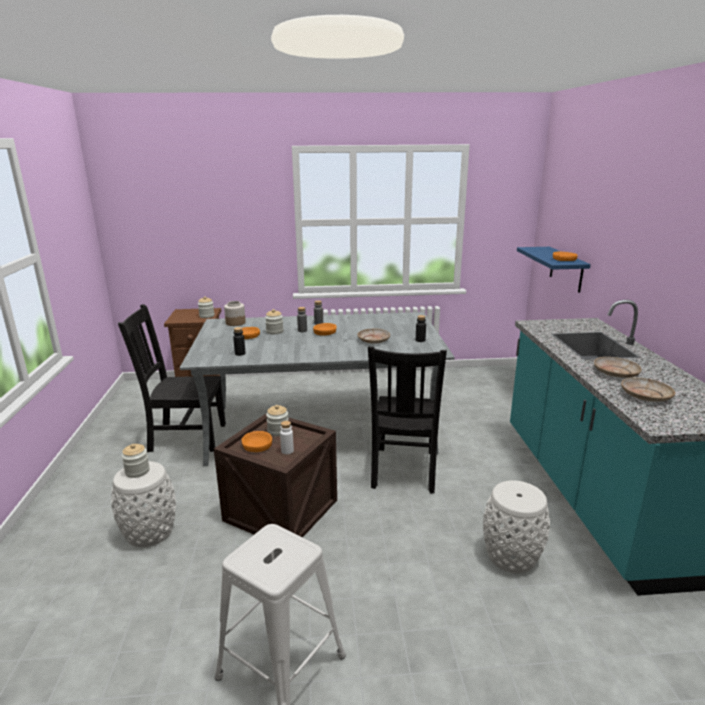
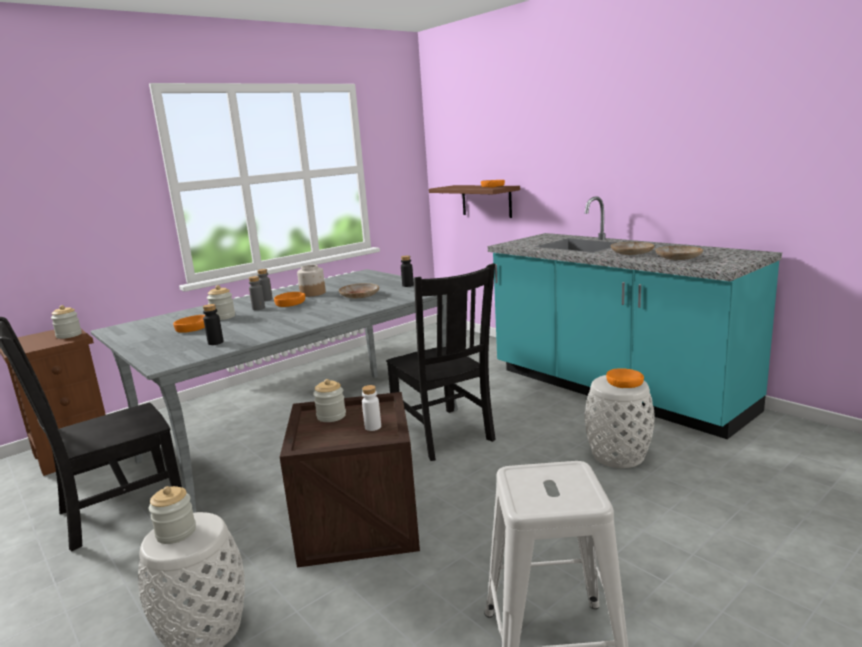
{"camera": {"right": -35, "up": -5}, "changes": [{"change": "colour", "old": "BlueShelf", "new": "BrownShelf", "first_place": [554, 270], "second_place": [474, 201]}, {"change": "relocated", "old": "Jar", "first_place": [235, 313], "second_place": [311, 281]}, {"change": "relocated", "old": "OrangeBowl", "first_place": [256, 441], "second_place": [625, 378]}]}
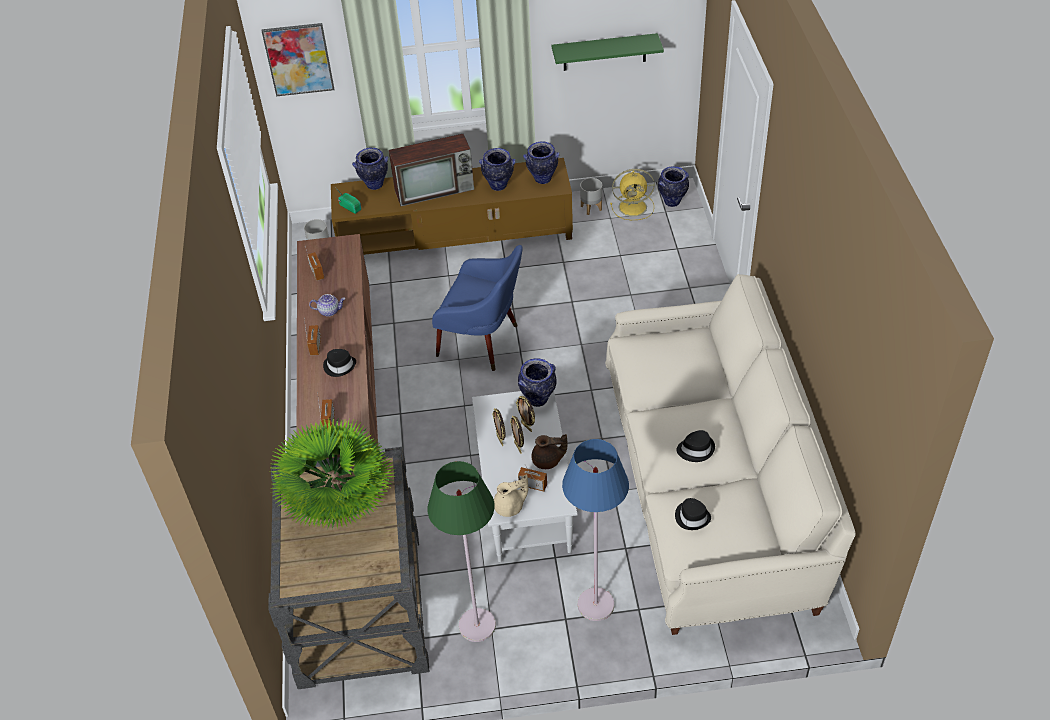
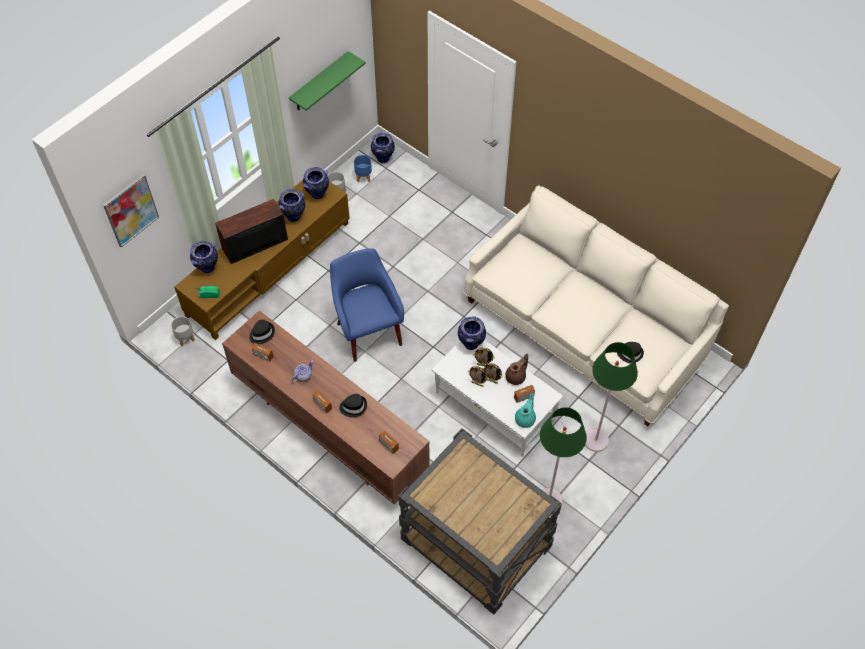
{"camera": {"right": -45, "up": 10}, "changes": [{"change": "spun", "old": "Television", "first_place": [431, 170], "second_place": [251, 231], "degrees": -150}, {"change": "exchanged", "old": "YellowFan", "new": "BluePlanter", "first_place": [632, 194], "second_place": [363, 168]}, {"change": "spun", "old": "BlueArmchair", "first_place": [477, 308], "second_place": [367, 305], "degrees": -90}, {"change": "missing", "old": "PottedPlant", "first_place": [332, 473]}, {"change": "relocated", "old": "BlackHat", "first_place": [695, 446], "second_place": [262, 331]}, {"change": "colour", "old": "BlueFloorLamp", "new": "GreenFloorLamp", "first_place": [595, 530], "second_place": [611, 397]}, {"change": "colour", "old": "BeigeTeapot", "new": "TurquoiseTeapot", "first_place": [511, 496], "second_place": [525, 410]}]}
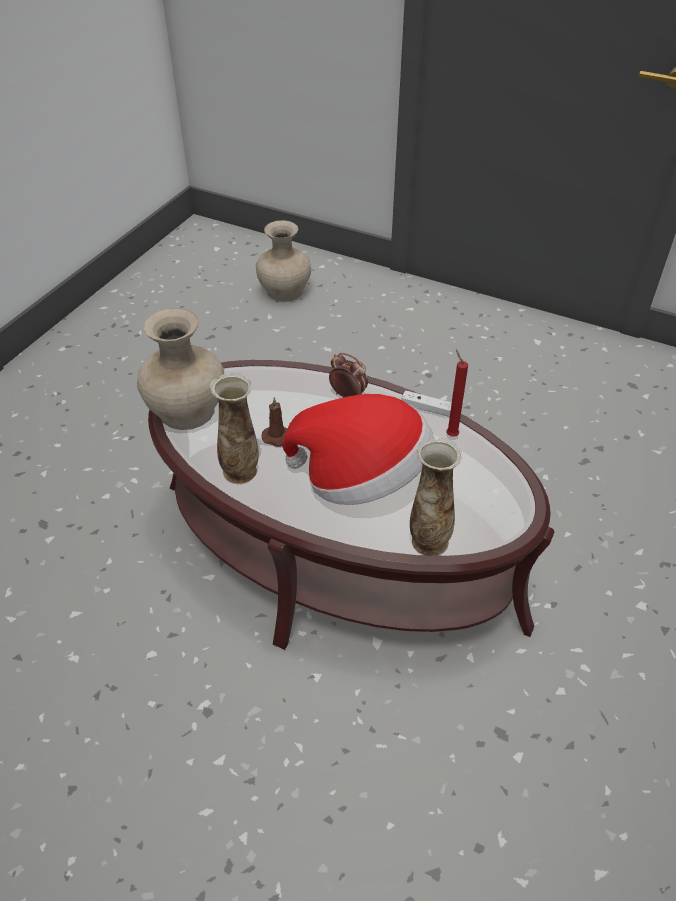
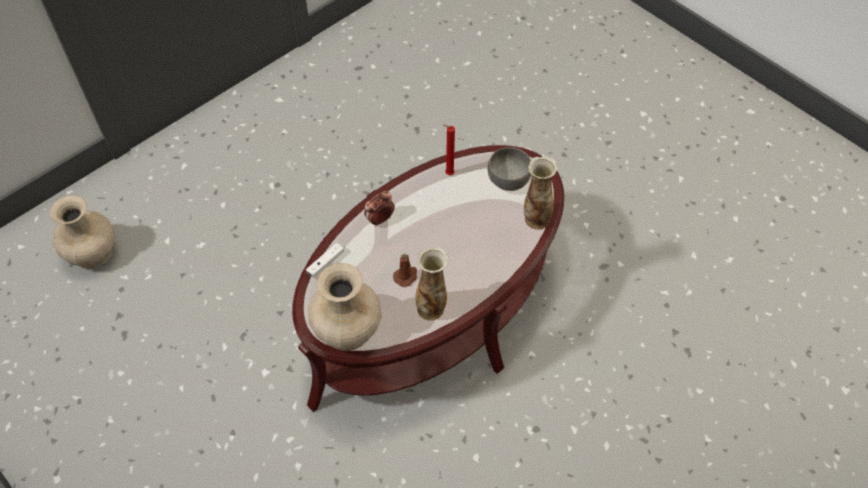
{"camera": {"right": -70, "up": 10}, "changes": [{"change": "relocated", "old": "WhiteGameController", "first_place": [426, 404], "second_place": [325, 260]}, {"change": "missing", "old": "Hat", "first_place": [358, 449]}, {"change": "appeared", "new": "GreyBowl", "second_place": [510, 169]}]}
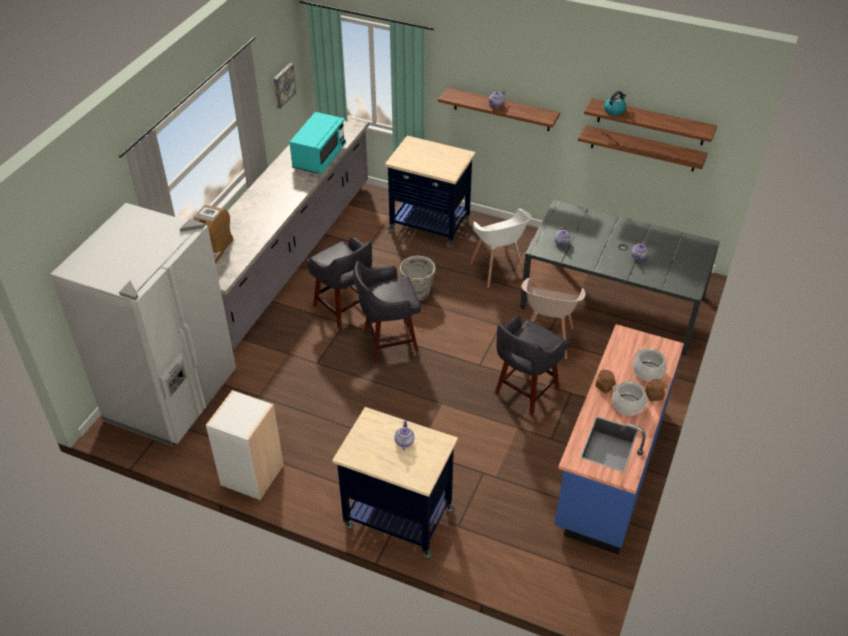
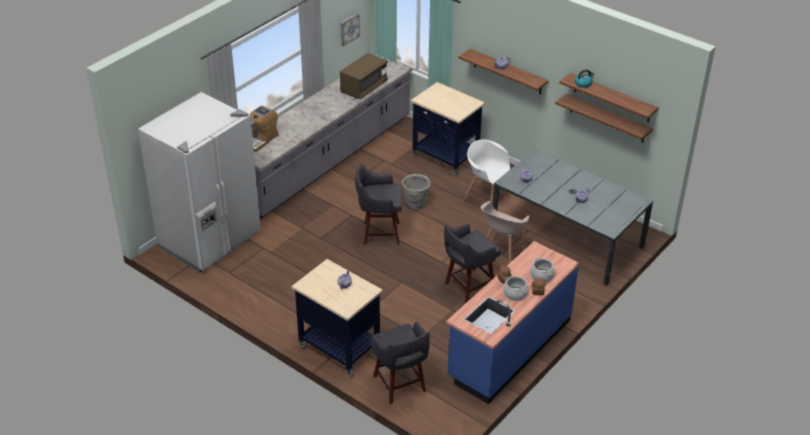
{"camera": {"right": 15, "up": -5}, "changes": [{"change": "colour", "old": "TurquoiseMicrowave", "new": "BrownMicrowave", "first_place": [318, 143], "second_place": [364, 76]}, {"change": "spun", "old": "WhiteChair", "first_place": [500, 248], "second_place": [486, 171], "degrees": 135}, {"change": "relocated", "old": "GreyStool", "first_place": [339, 282], "second_place": [400, 363]}, {"change": "missing", "old": "Bookcase", "first_place": [245, 445]}]}
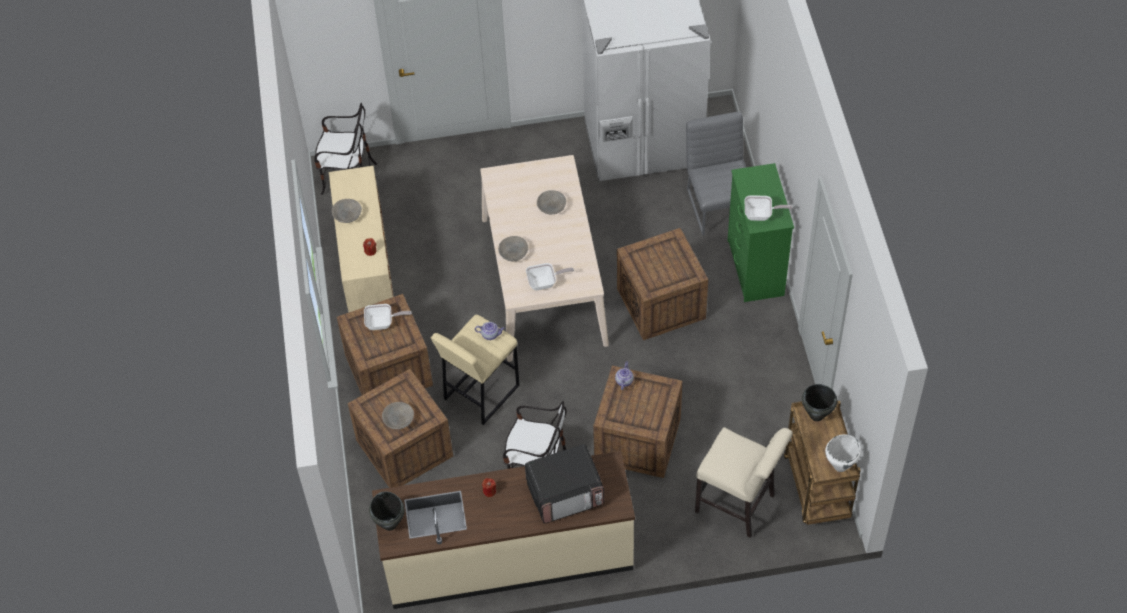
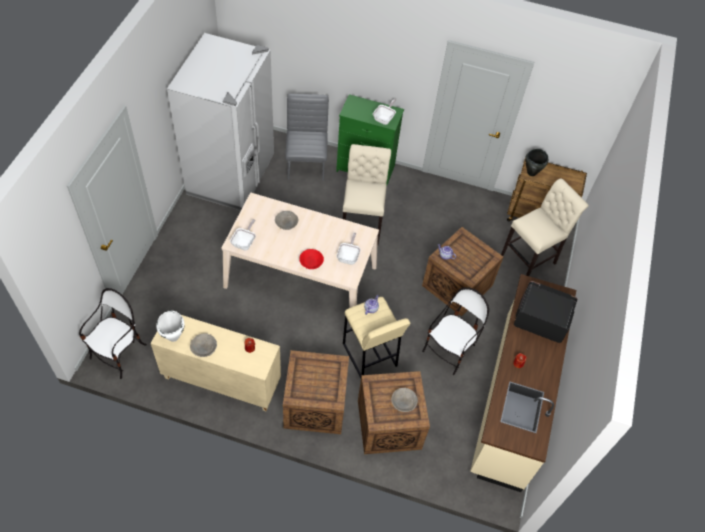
{"camera": {"right": -70, "up": 0}, "changes": [{"change": "spun", "old": "GreyChair", "first_place": [716, 174], "second_place": [307, 137], "degrees": 75}, {"change": "exchanged", "old": "Crate", "new": "BeigeStool", "first_place": [662, 284], "second_place": [367, 194]}, {"change": "colour", "old": "GreyBowl", "new": "RedBowl", "first_place": [513, 248], "second_place": [311, 259]}, {"change": "relocated", "old": "FryingPan", "first_place": [388, 317], "second_place": [243, 235]}, {"change": "relocated", "old": "WhiteCookingPot", "first_place": [843, 453], "second_place": [170, 326]}, {"change": "spun", "old": "Microwave", "first_place": [564, 483], "second_place": [546, 312], "degrees": -75}, {"change": "missing", "old": "BlackCookingPot", "first_place": [387, 511]}]}
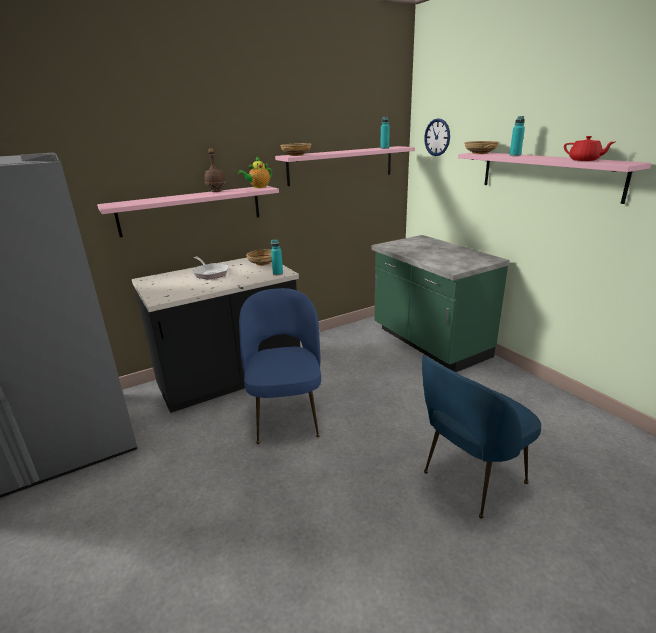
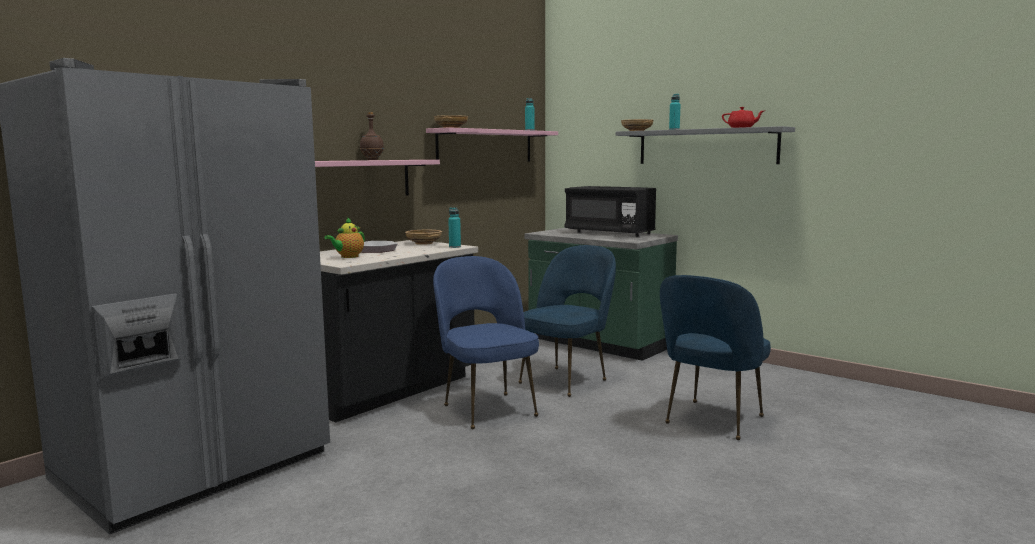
{"camera": {"right": -20, "up": -15}, "changes": [{"change": "missing", "old": "WallClock", "first_place": [437, 137]}, {"change": "colour", "old": "PinkShelf", "new": "GreyShelf", "first_place": [555, 178], "second_place": [705, 145]}, {"change": "relocated", "old": "Teapot", "first_place": [255, 172], "second_place": [344, 237]}, {"change": "appeared", "new": "BlackMicrowave", "second_place": [610, 211]}, {"change": "appeared", "new": "BlueChair", "second_place": [567, 321]}]}
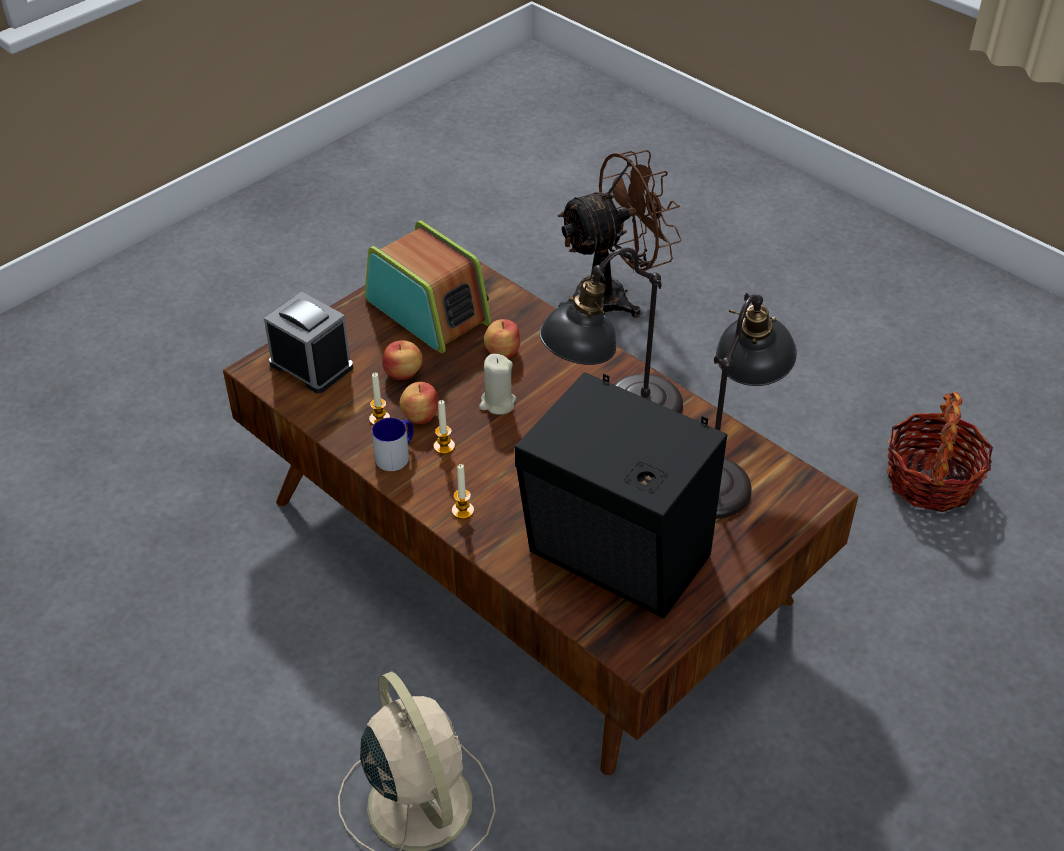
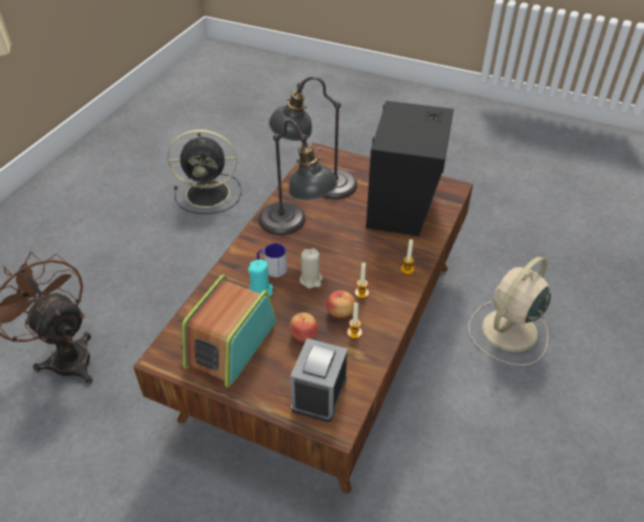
{"camera": {"right": -110, "up": 0}, "changes": [{"change": "exchanged", "old": "Apple", "new": "TurquoiseCandle", "first_place": [502, 338], "second_place": [260, 277]}, {"change": "exchanged", "old": "Basket", "new": "BlackFan", "first_place": [940, 452], "second_place": [204, 171]}, {"change": "relocated", "old": "Mug", "first_place": [392, 444], "second_place": [272, 260]}]}
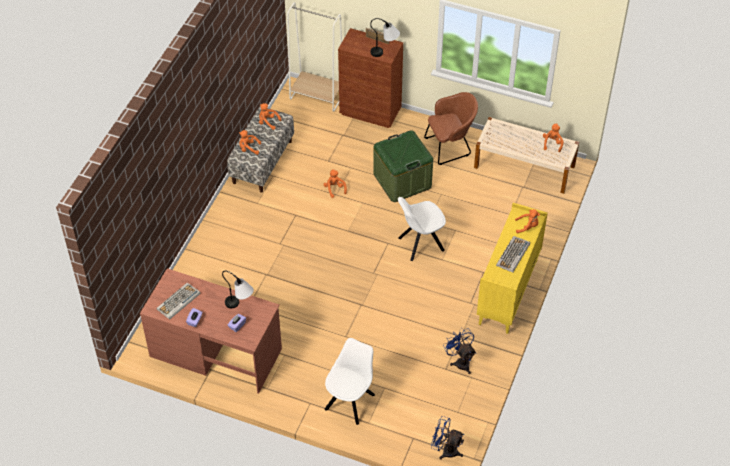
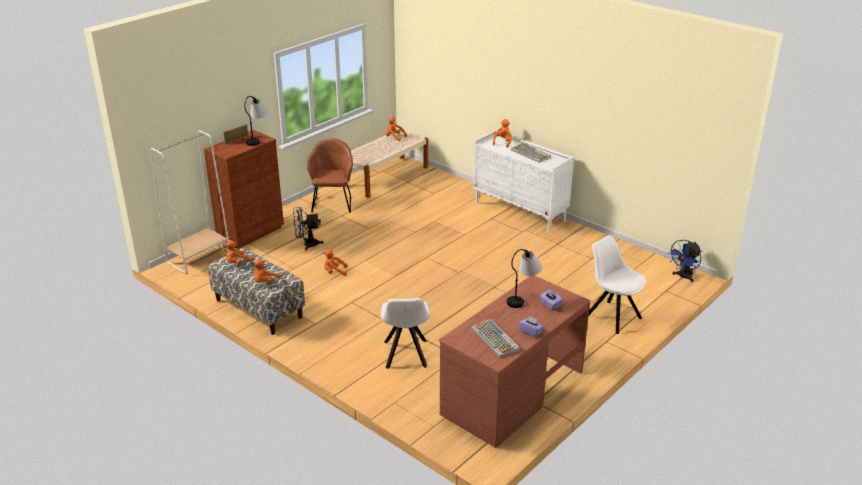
{"camera": {"right": -70, "up": -20}, "changes": [{"change": "missing", "old": "GreenStorageBox", "first_place": [403, 166]}, {"change": "relocated", "old": "WhiteChair", "first_place": [422, 229], "second_place": [405, 333]}, {"change": "colour", "old": "YellowCabinet", "new": "WhiteCabinet", "first_place": [512, 268], "second_place": [523, 181]}, {"change": "relocated", "old": "BlueFan", "first_place": [459, 351], "second_place": [308, 228]}]}
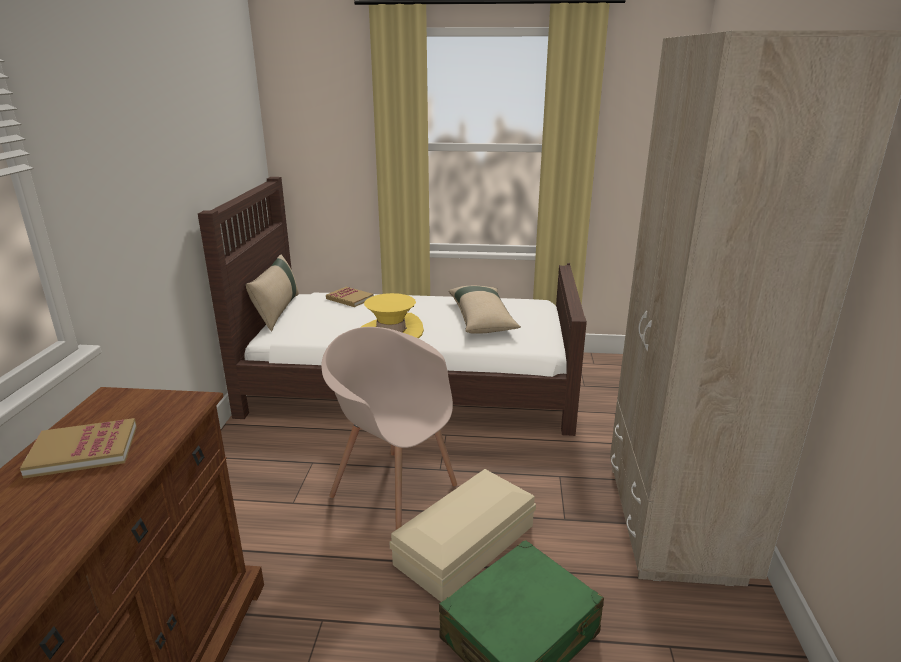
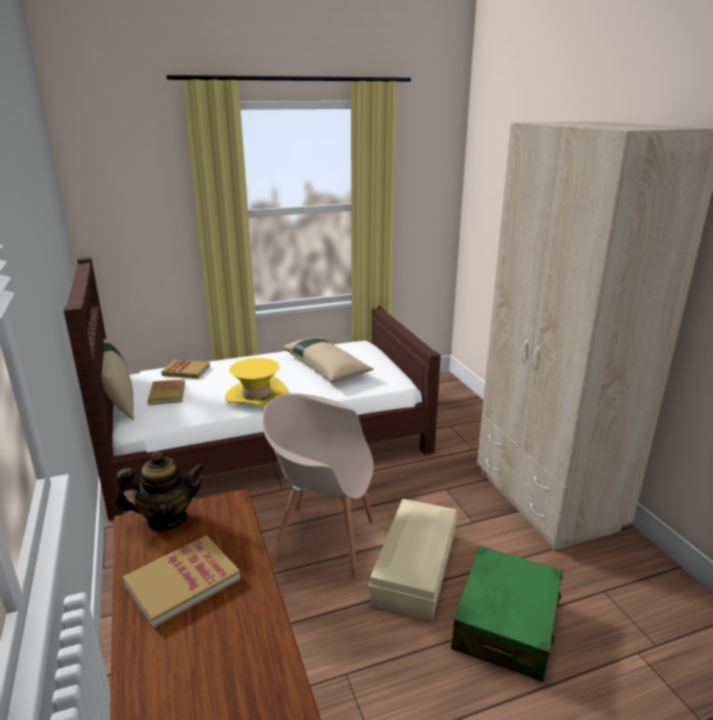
{"camera": {"right": -25, "up": 0}, "changes": [{"change": "appeared", "new": "Book", "second_place": [166, 392]}, {"change": "appeared", "new": "Teapot", "second_place": [160, 491]}]}
